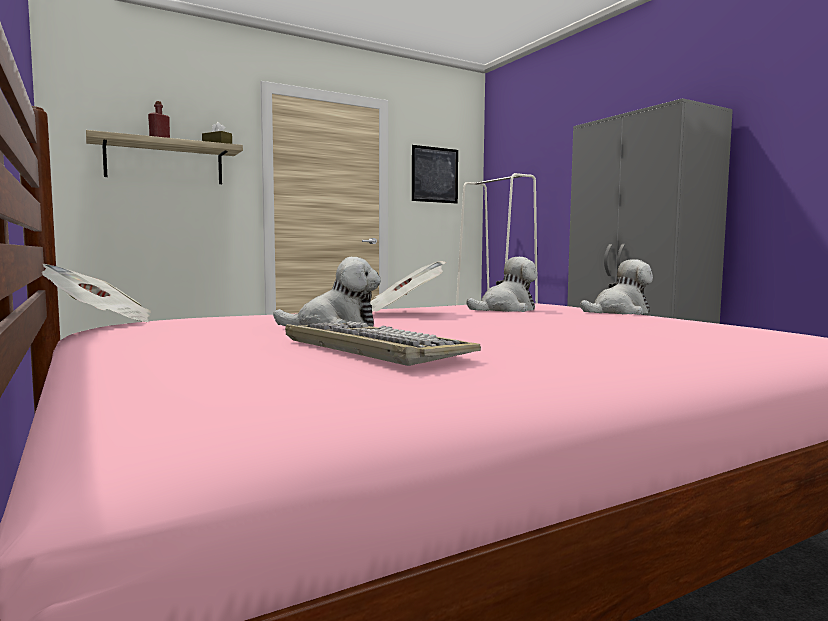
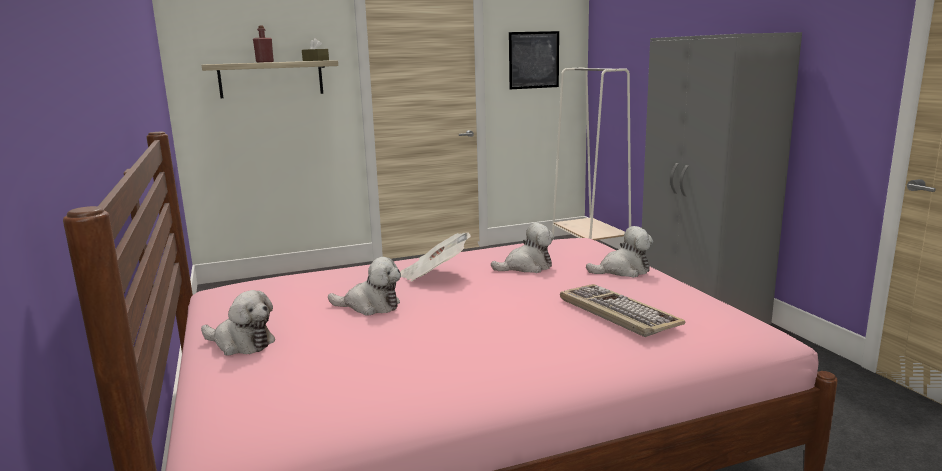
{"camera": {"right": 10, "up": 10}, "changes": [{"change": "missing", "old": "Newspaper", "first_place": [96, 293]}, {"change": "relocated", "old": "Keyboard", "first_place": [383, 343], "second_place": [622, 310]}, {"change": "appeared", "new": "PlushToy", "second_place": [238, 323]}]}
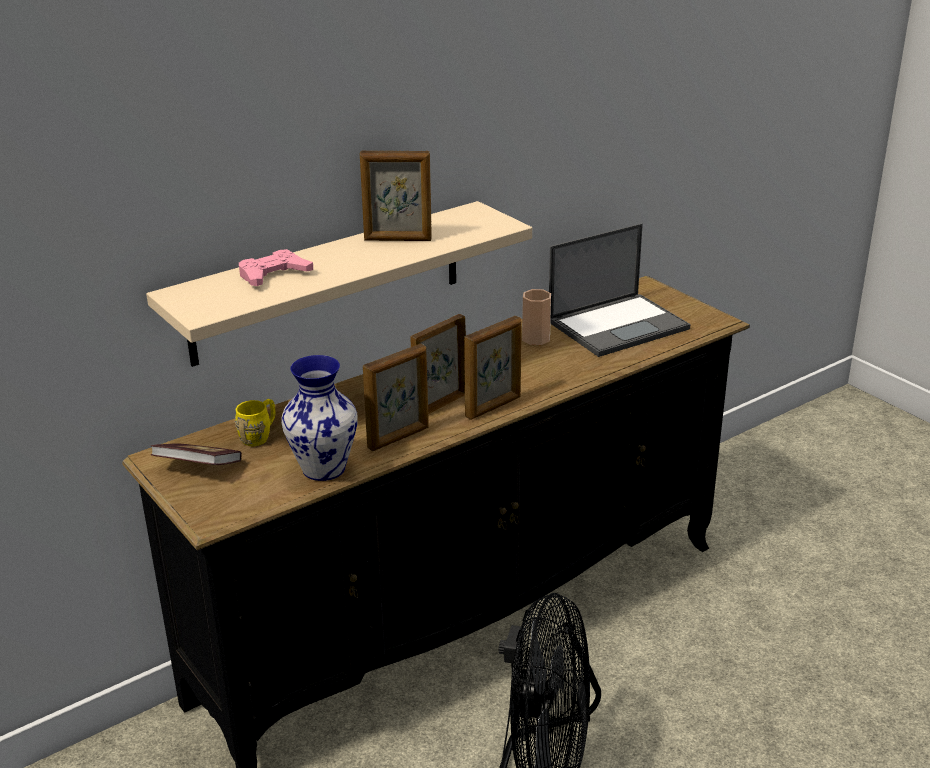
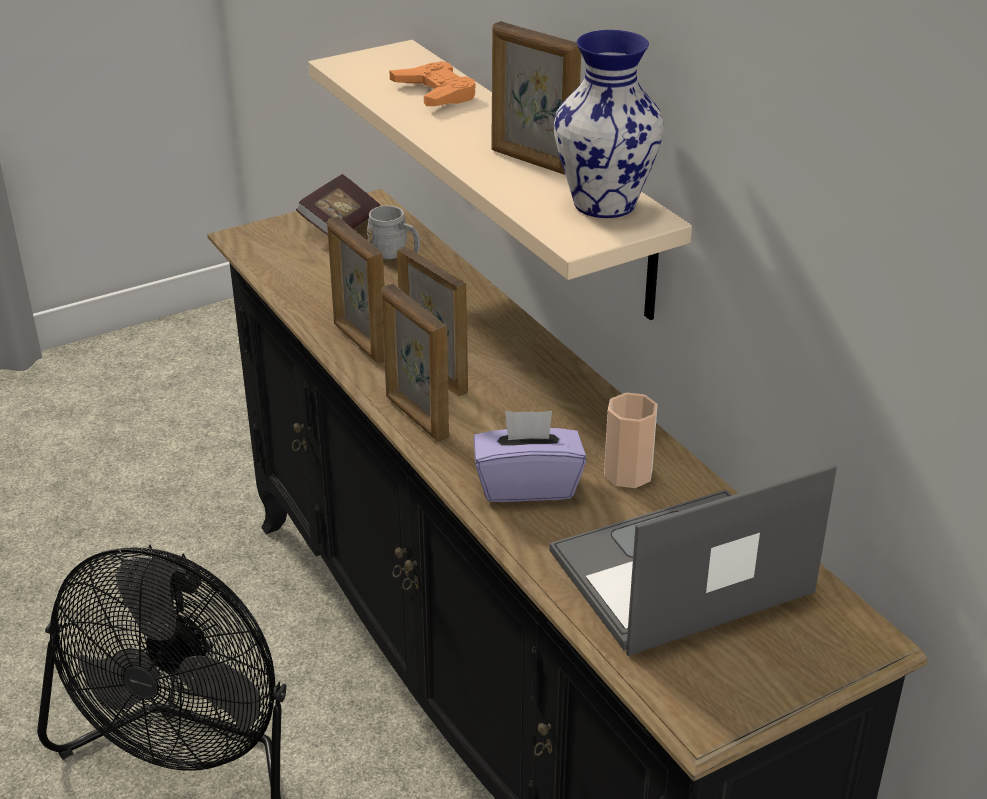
{"camera": {"right": 95, "up": 5}, "changes": [{"change": "spun", "old": "PictureFrame", "first_place": [396, 195], "second_place": [536, 98], "degrees": -60}, {"change": "spun", "old": "Laptop", "first_place": [620, 290], "second_place": [693, 560], "degrees": 90}, {"change": "colour", "old": "PinkGameController", "new": "OrangeGameController", "first_place": [276, 267], "second_place": [432, 83]}, {"change": "relocated", "old": "Vase", "first_place": [319, 418], "second_place": [609, 124]}, {"change": "colour", "old": "YellowMug", "new": "GreyMug", "first_place": [255, 422], "second_place": [393, 232]}, {"change": "appeared", "new": "PurpleTissueBox", "second_place": [529, 456]}]}
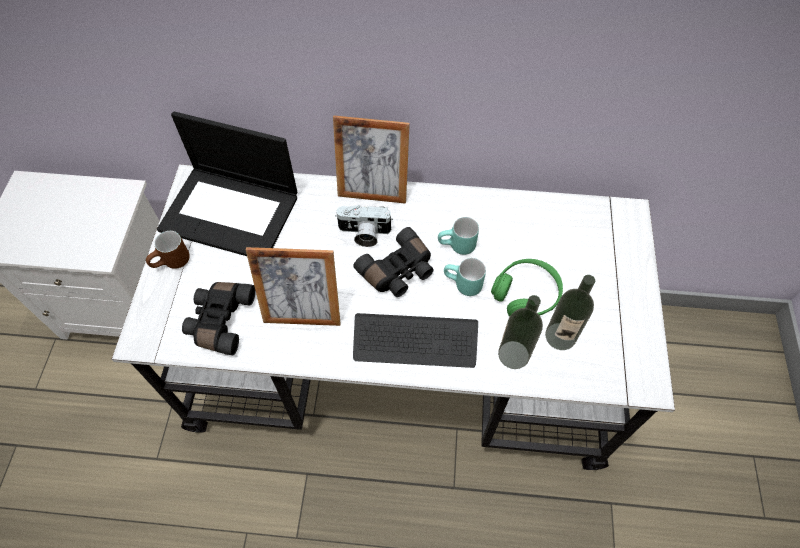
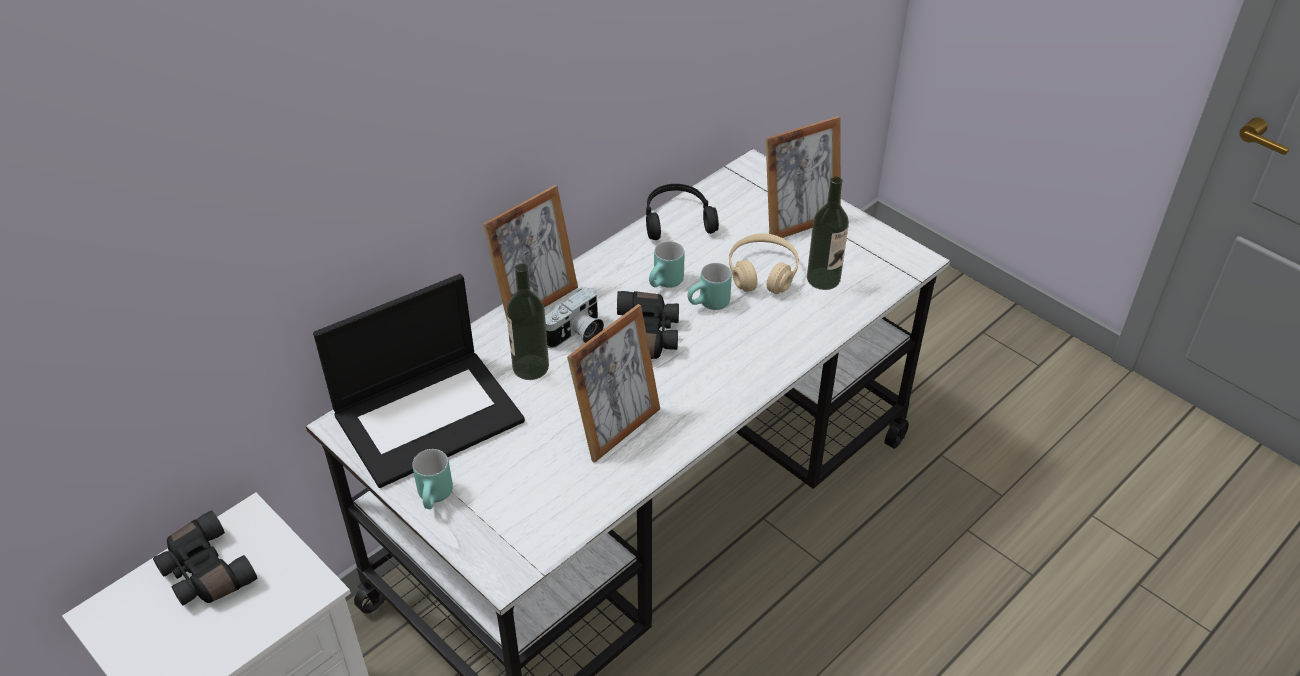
{"camera": {"right": -50, "up": -15}, "changes": [{"change": "colour", "old": "BrownMug", "new": "TurquoiseMug", "first_place": [168, 250], "second_place": [432, 479]}, {"change": "colour", "old": "GreenHeadphones", "new": "BeigeHeadphones", "first_place": [527, 288], "second_place": [764, 263]}, {"change": "relocated", "old": "BlackBinoculars", "first_place": [219, 318], "second_place": [205, 557]}, {"change": "relocated", "old": "Bottle", "first_place": [520, 332], "second_place": [527, 321]}, {"change": "missing", "old": "Keyboard", "first_place": [415, 340]}, {"change": "appeared", "new": "PictureFrame", "second_place": [803, 177]}, {"change": "appeared", "new": "BlackHeadphones", "second_place": [682, 212]}]}
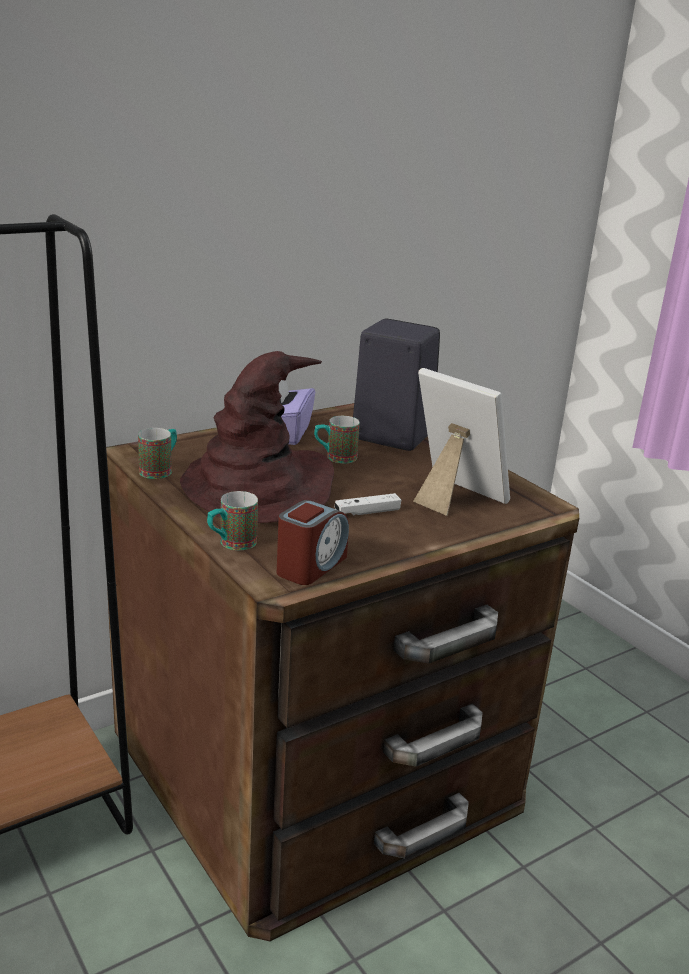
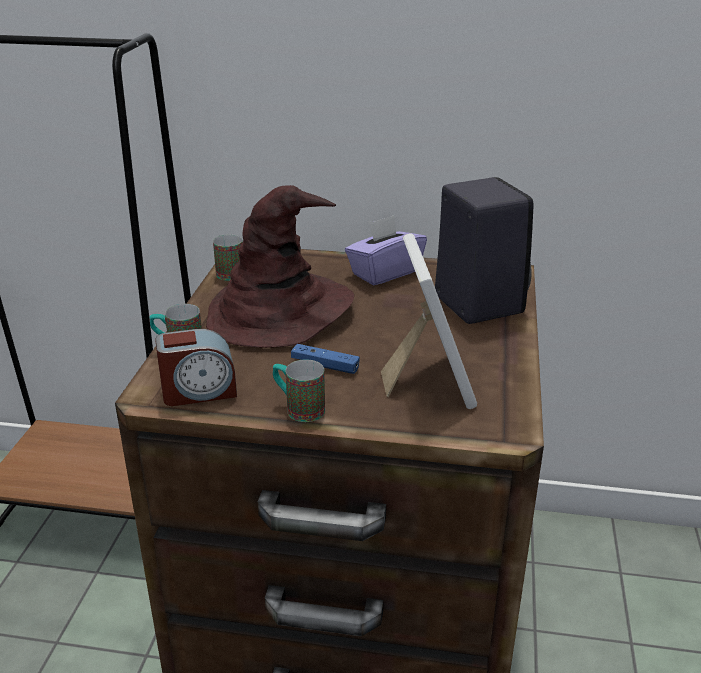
{"camera": {"right": 45, "up": 5}, "changes": [{"change": "relocated", "old": "Mug", "first_place": [337, 439], "second_place": [299, 390]}, {"change": "colour", "old": "WhiteGameController", "new": "BlueGameController", "first_place": [368, 504], "second_place": [325, 359]}]}
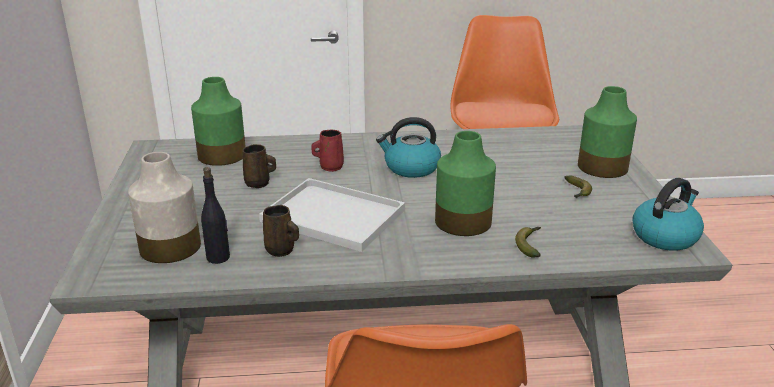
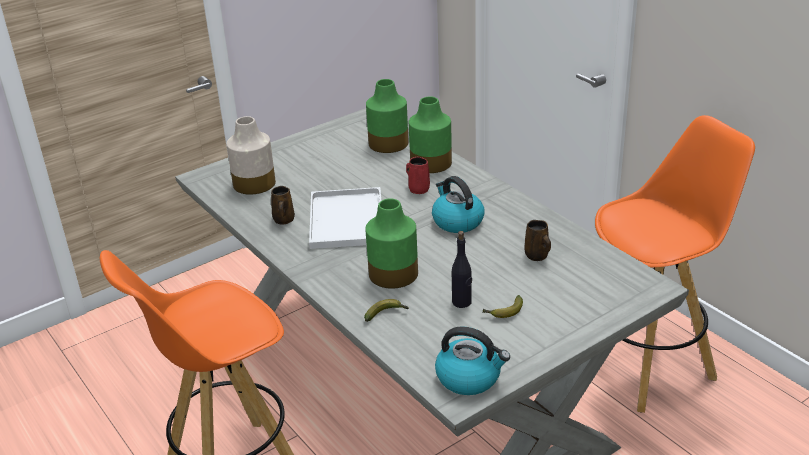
{"camera": {"right": 60, "up": 5}, "changes": [{"change": "relocated", "old": "GreenVase", "first_place": [607, 132], "second_place": [430, 134]}, {"change": "relocated", "old": "BrownMug", "first_place": [259, 166], "second_place": [537, 240]}, {"change": "relocated", "old": "BlackBottle", "first_place": [215, 215], "second_place": [462, 269]}]}
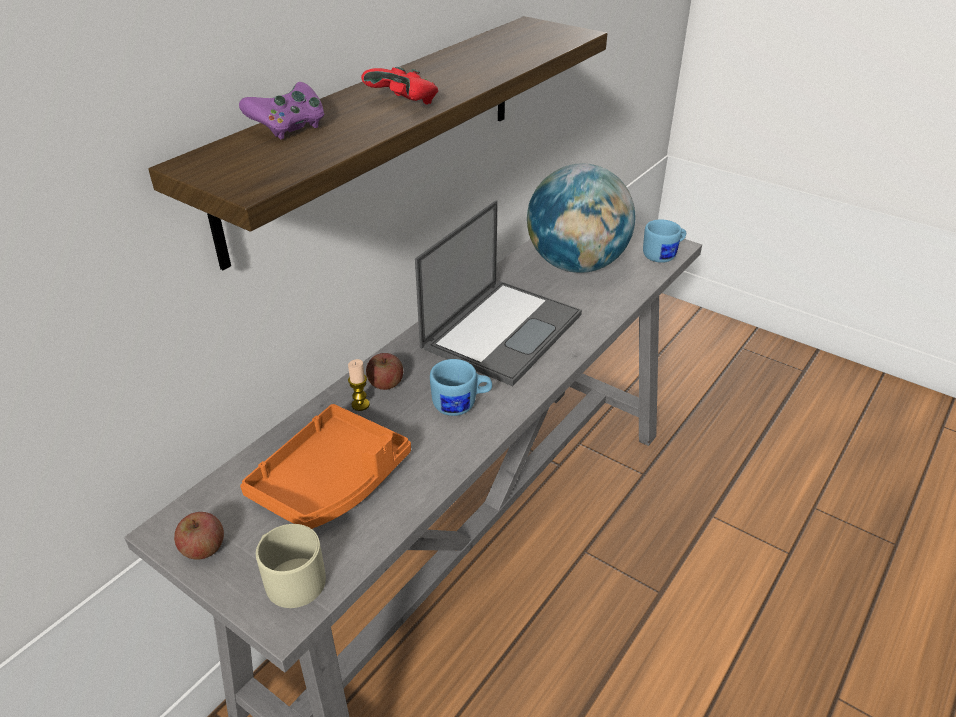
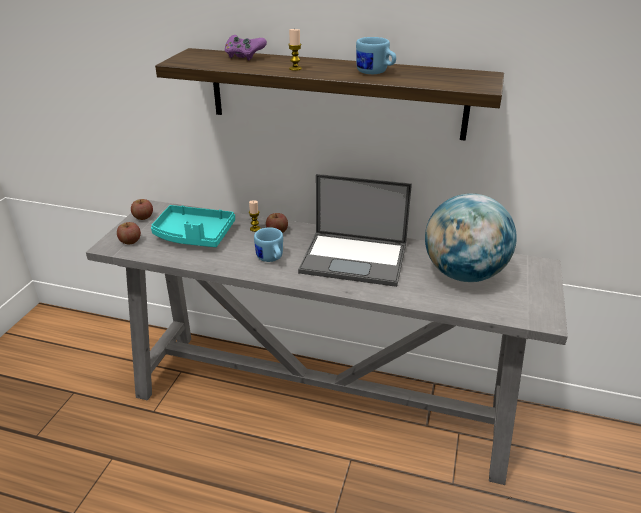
{"camera": {"right": 70, "up": -5}, "changes": [{"change": "exchanged", "old": "RedGameController", "new": "Candle", "first_place": [400, 85], "second_place": [295, 49]}, {"change": "relocated", "old": "BlueMug", "first_place": [664, 241], "second_place": [376, 55]}, {"change": "colour", "old": "OrangeTray", "new": "TurquoiseTray", "first_place": [325, 466], "second_place": [193, 226]}, {"change": "exchanged", "old": "BeigeMug", "new": "Apple", "first_place": [291, 566], "second_place": [129, 233]}]}
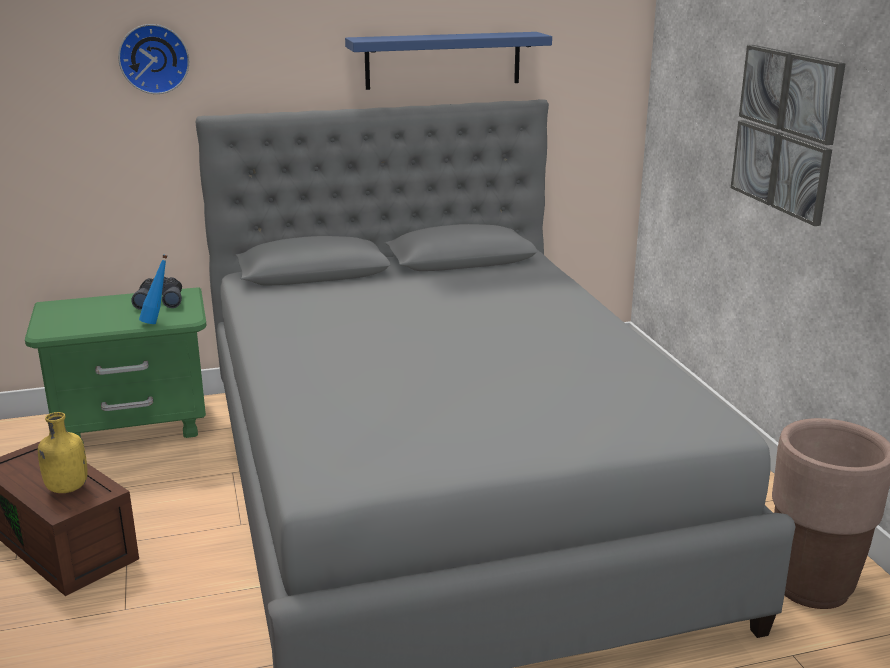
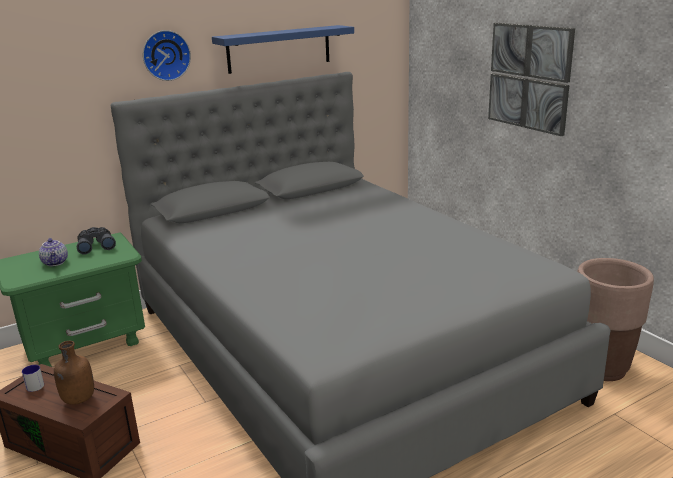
{"camera": {"right": -15, "up": 0}, "changes": [{"change": "relocated", "old": "WallClock", "first_place": [153, 59], "second_place": [167, 55]}, {"change": "missing", "old": "BlueBottle", "first_place": [153, 289]}, {"change": "colour", "old": "YellowBottle", "new": "BrownBottle", "first_place": [63, 452], "second_place": [74, 373]}, {"change": "appeared", "new": "Teapot", "second_place": [53, 252]}, {"change": "appeared", "new": "Mug", "second_place": [33, 378]}]}
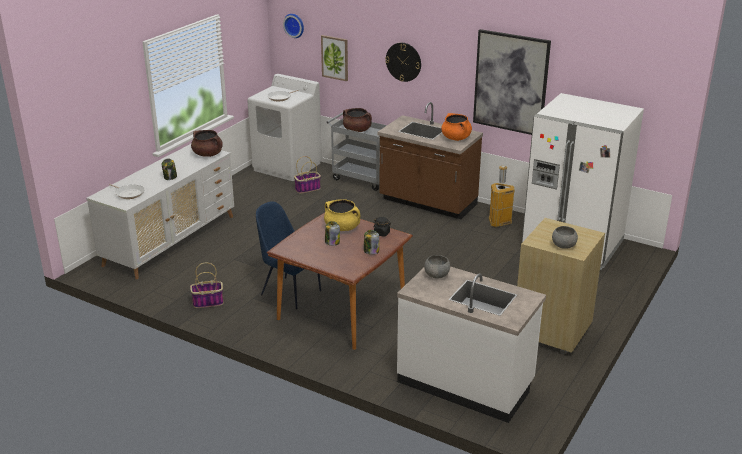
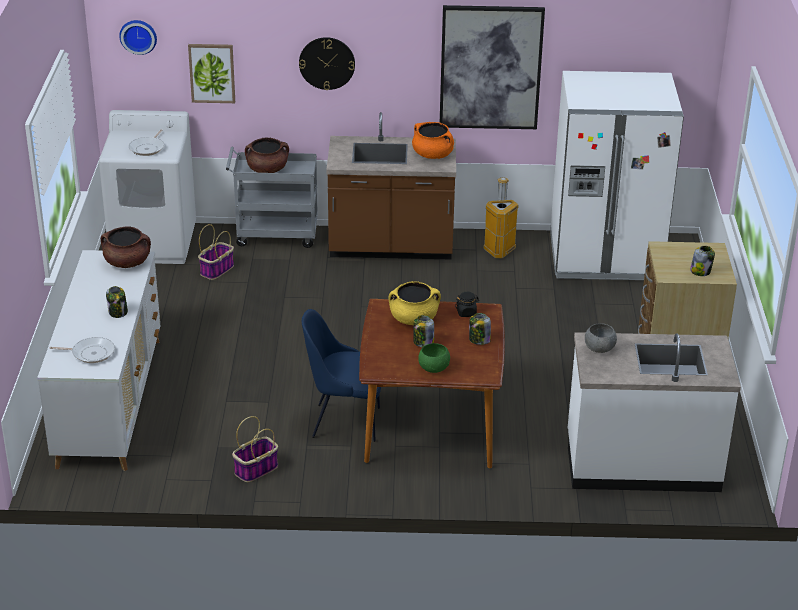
{"camera": {"right": -30, "up": 5}, "changes": [{"change": "exchanged", "old": "GreyBowl", "new": "Jar", "first_place": [565, 237], "second_place": [702, 261]}, {"change": "appeared", "new": "GreenBowl", "second_place": [434, 358]}]}
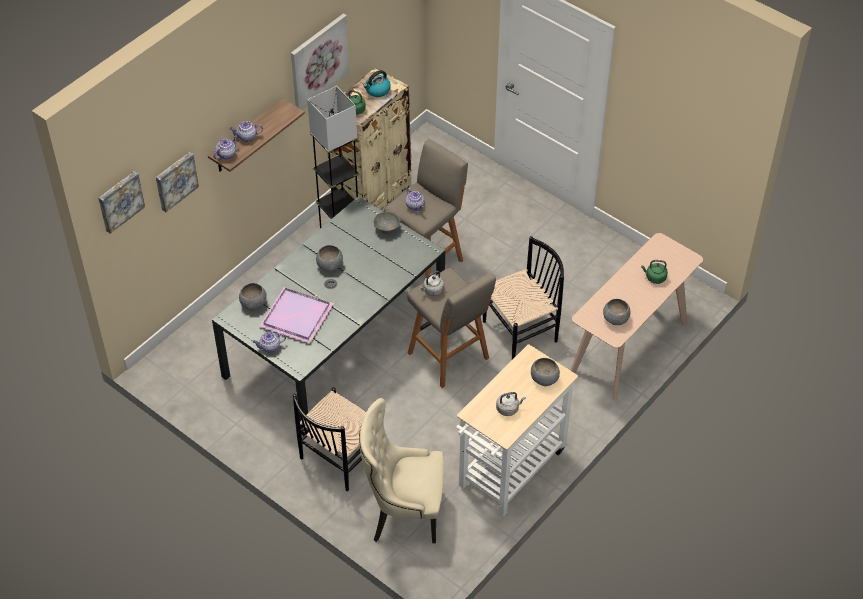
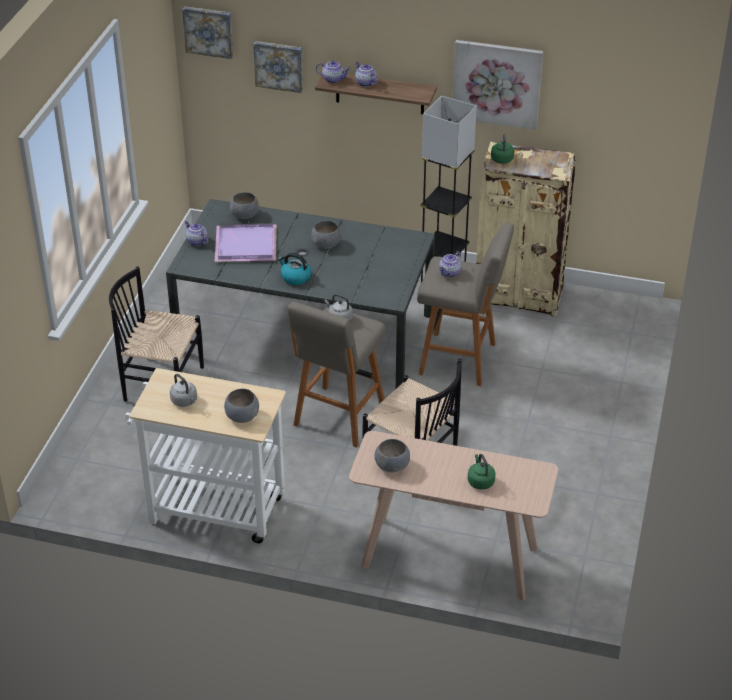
{"camera": {"right": 65, "up": -10}, "changes": [{"change": "relocated", "old": "Kettle", "first_place": [377, 83], "second_place": [294, 269]}, {"change": "missing", "old": "GreyBowl", "first_place": [387, 222]}, {"change": "missing", "old": "BeigeChair", "first_place": [401, 470]}]}
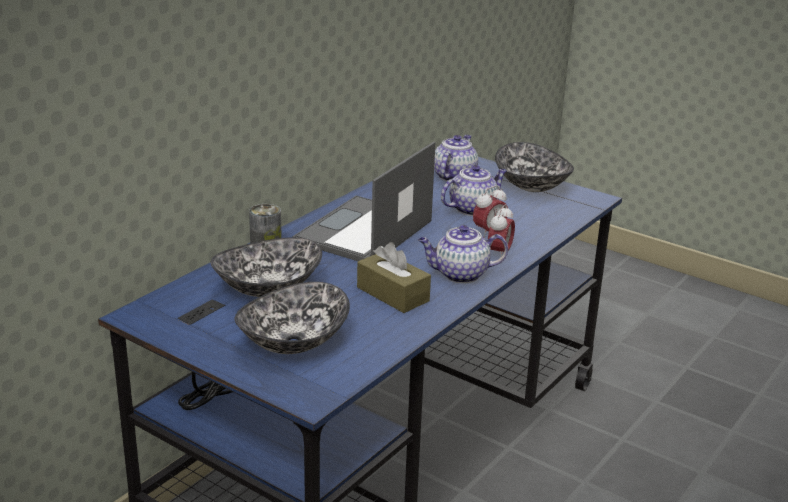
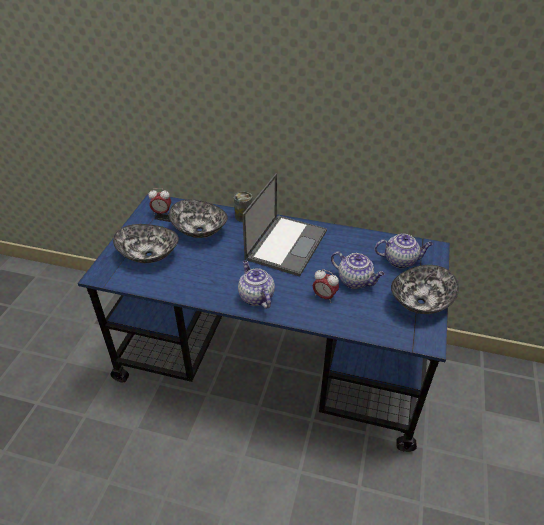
{"camera": {"right": 70, "up": 15}, "changes": [{"change": "spun", "old": "Laptop", "first_place": [364, 201], "second_place": [284, 225], "degrees": 105}, {"change": "relocated", "old": "AlarmClock", "first_place": [501, 230], "second_place": [159, 201]}, {"change": "missing", "old": "BrownTissueBox", "first_place": [394, 277]}]}
